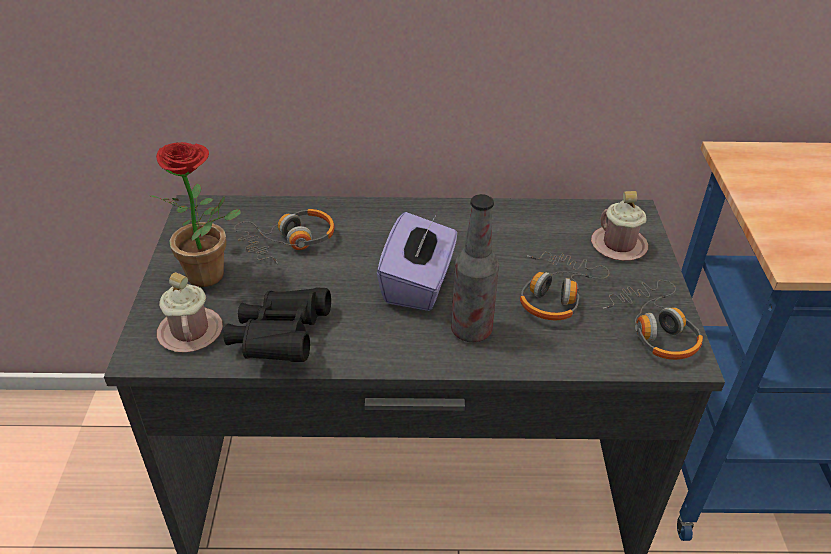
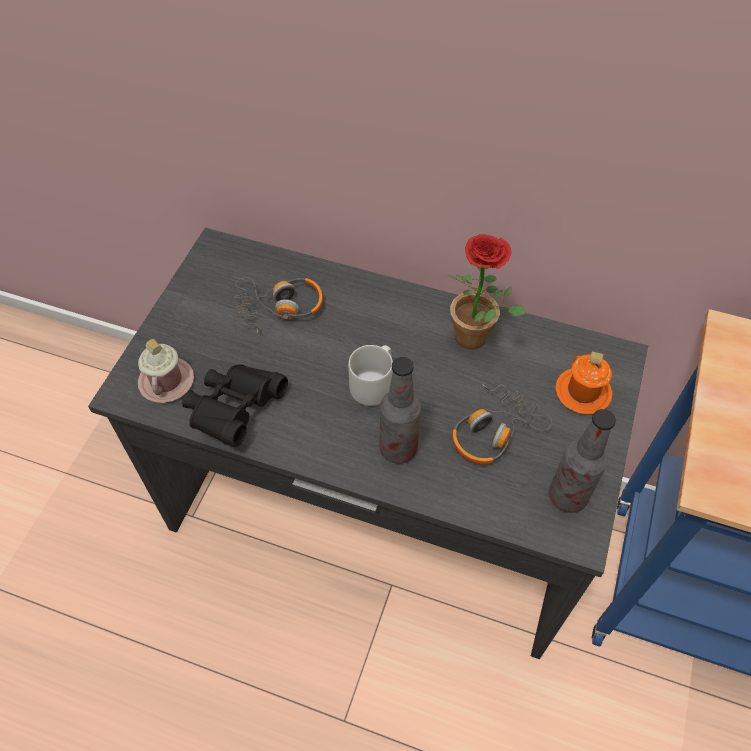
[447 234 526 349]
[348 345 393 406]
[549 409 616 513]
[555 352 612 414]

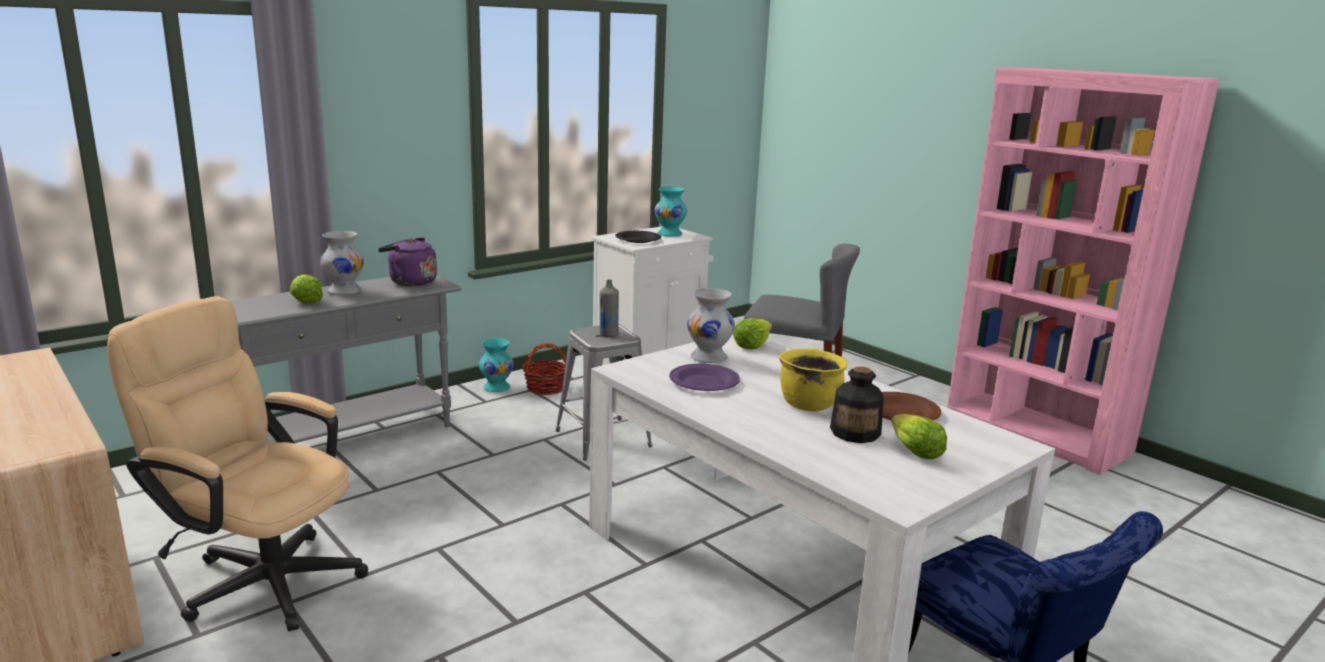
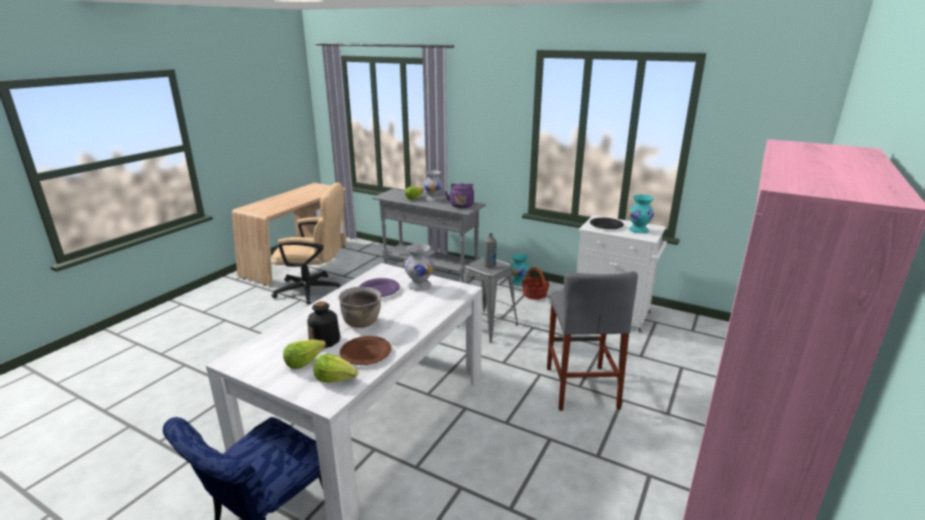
[313 354 358 383]
[338 286 381 328]
[272 183 344 304]

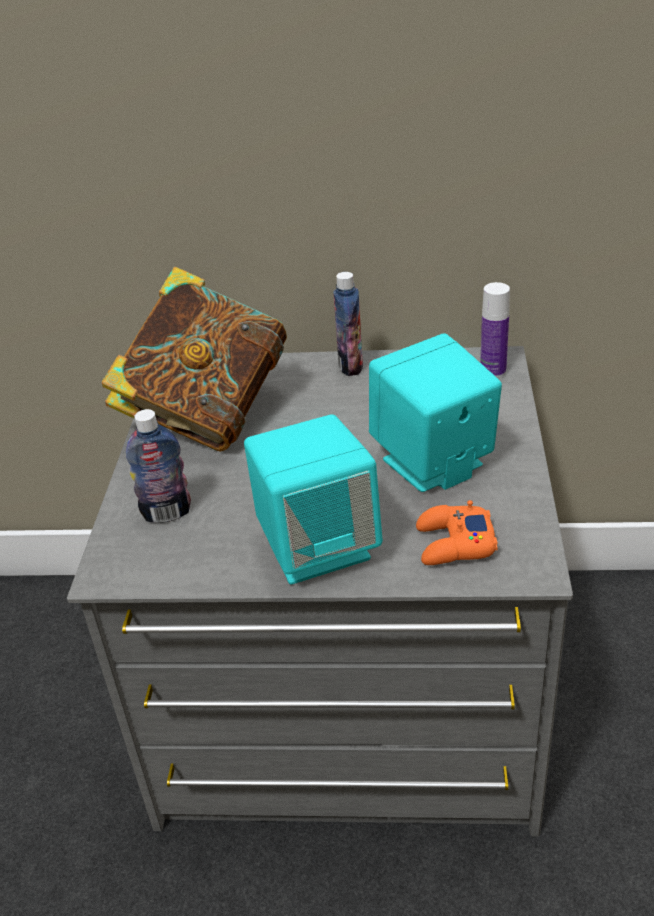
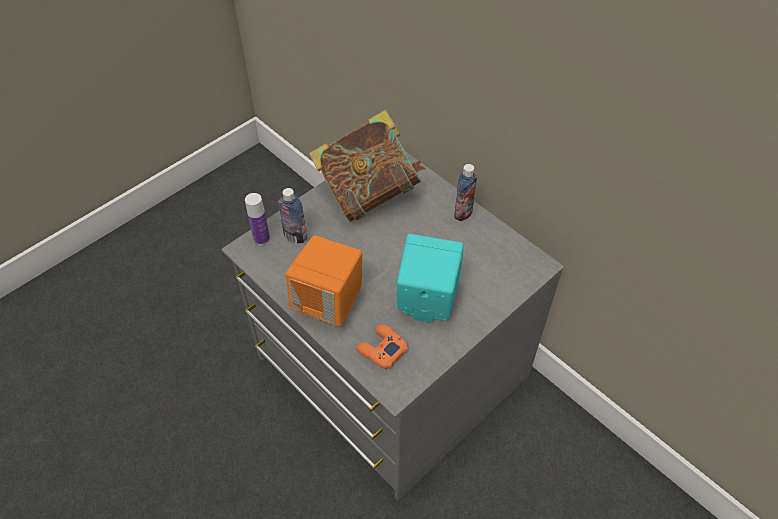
[245 193 270 245]
[286 235 362 327]

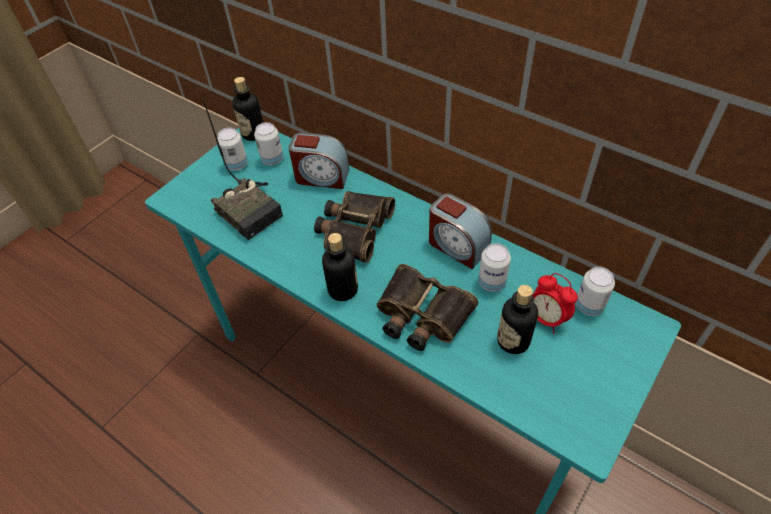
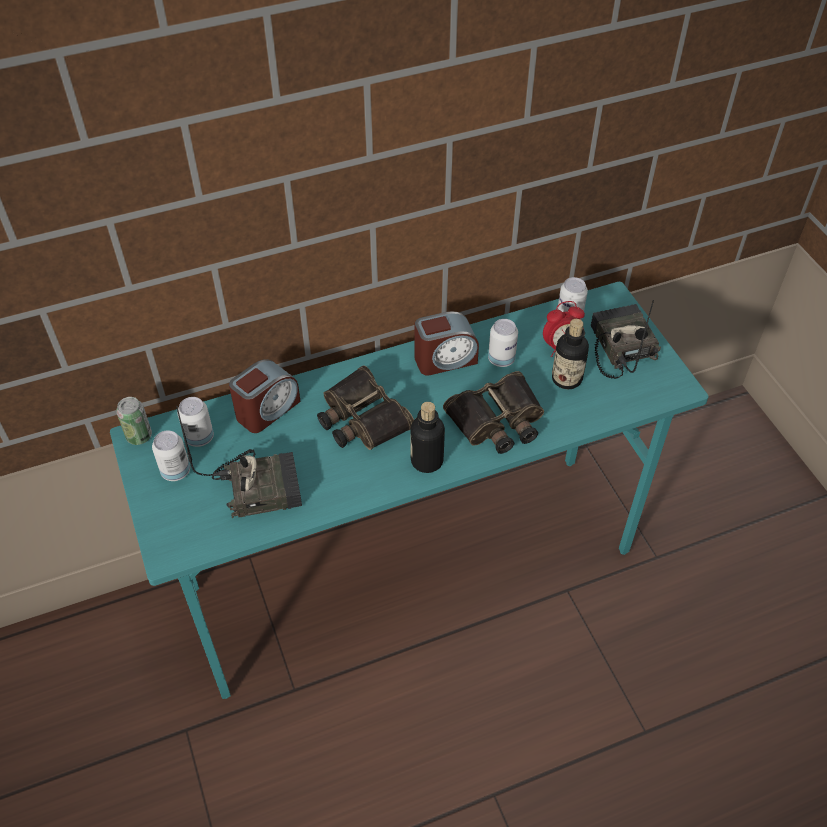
[590 300 661 379]
[116 397 152 445]

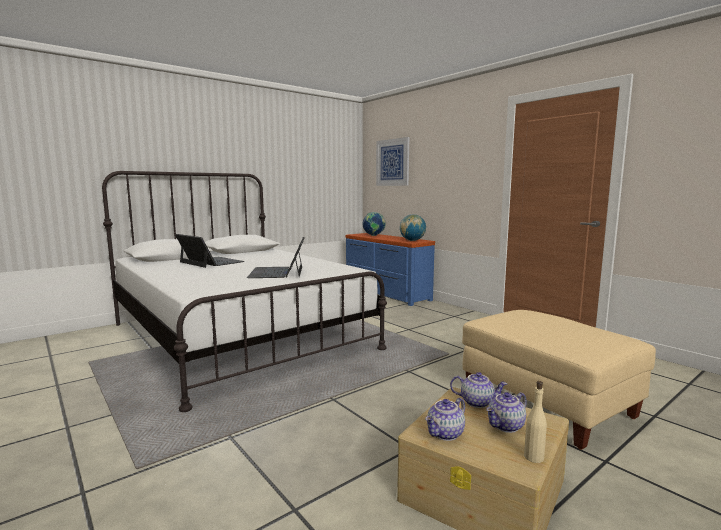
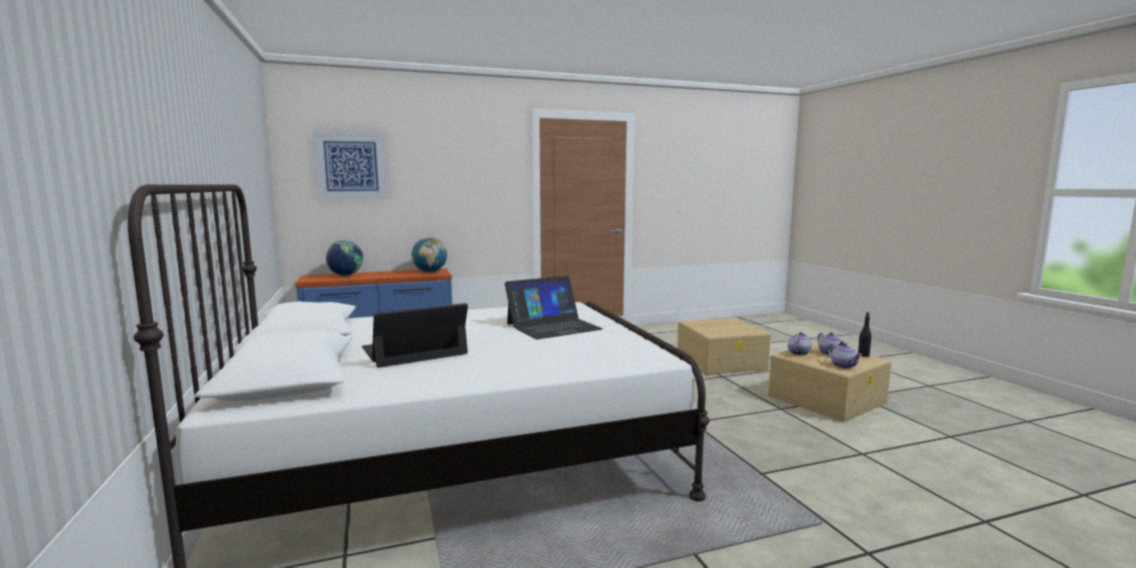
[677 318 771 375]
[858 312 871 357]
[505 276 603 339]

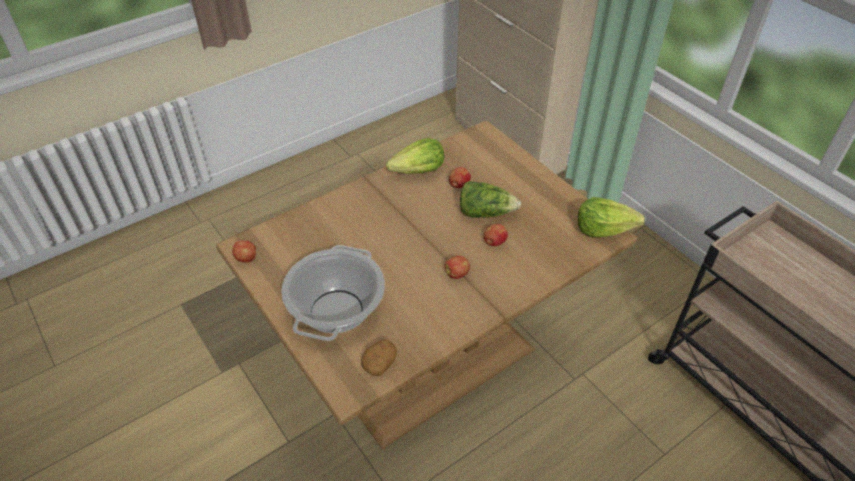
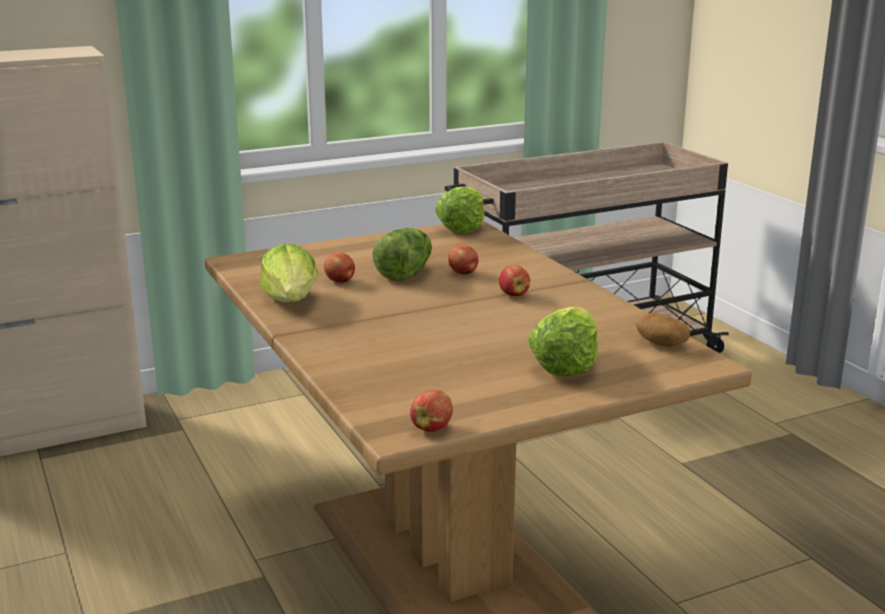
[528 307 598 376]

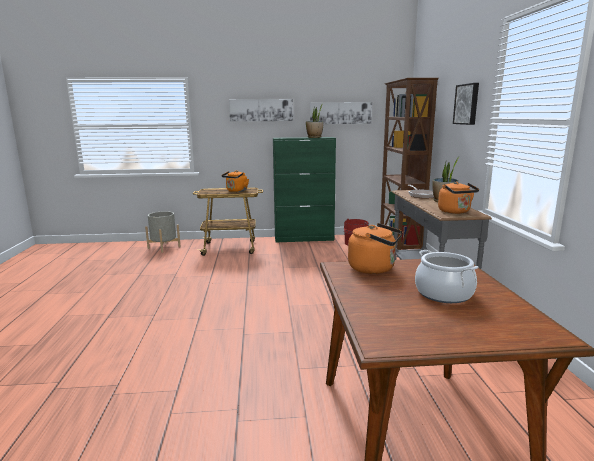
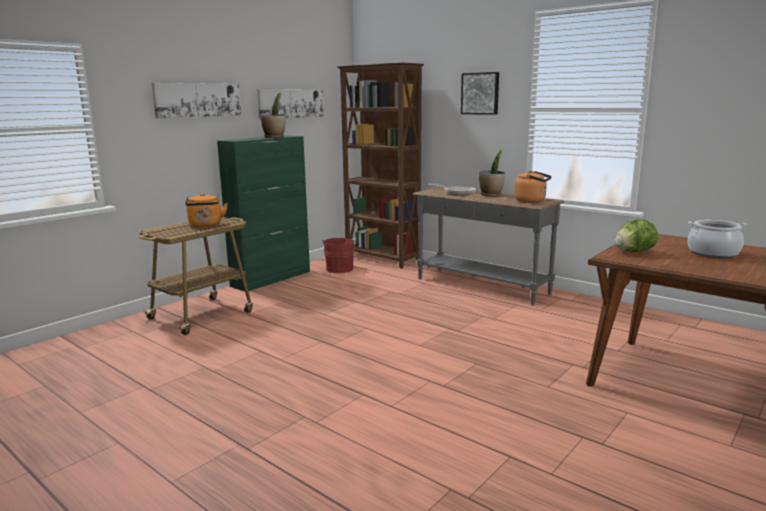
[145 211 181 253] (first image)
[615 219 658 252]

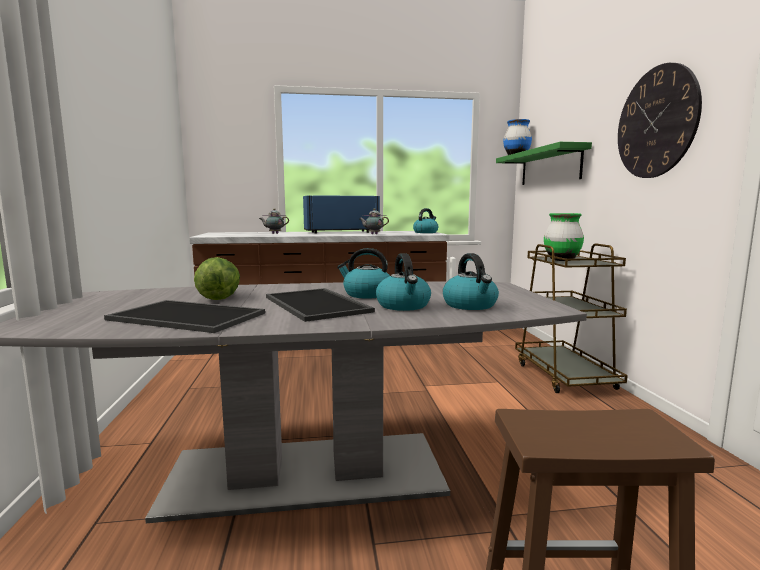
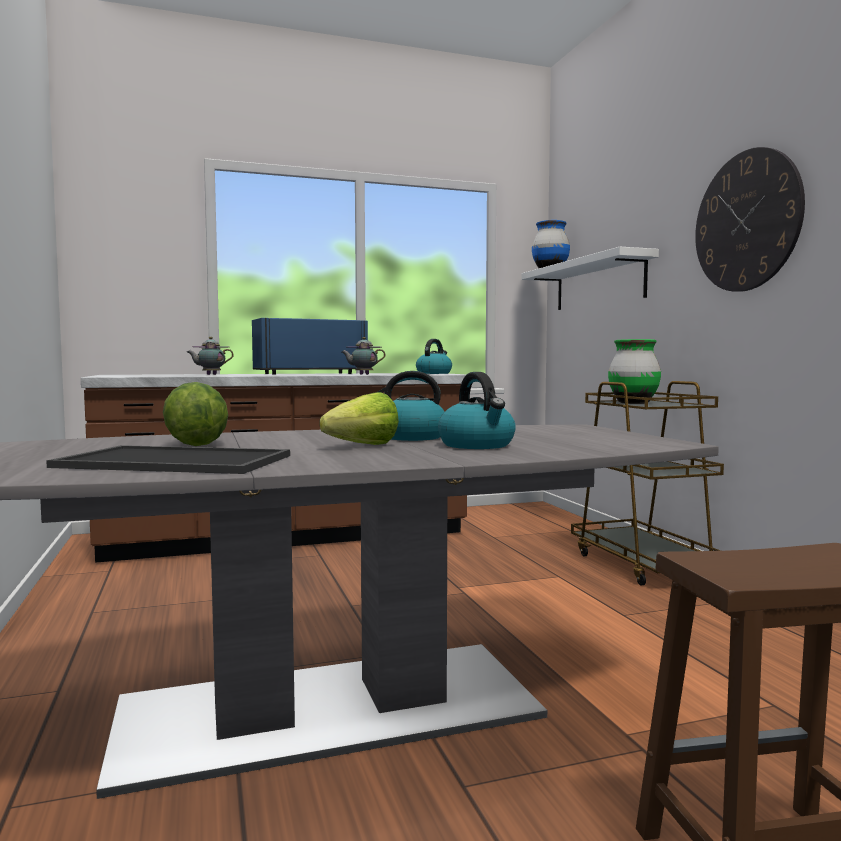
[443 253 499 310] (first image)
[320 392 399 445]
[521 247 659 310]

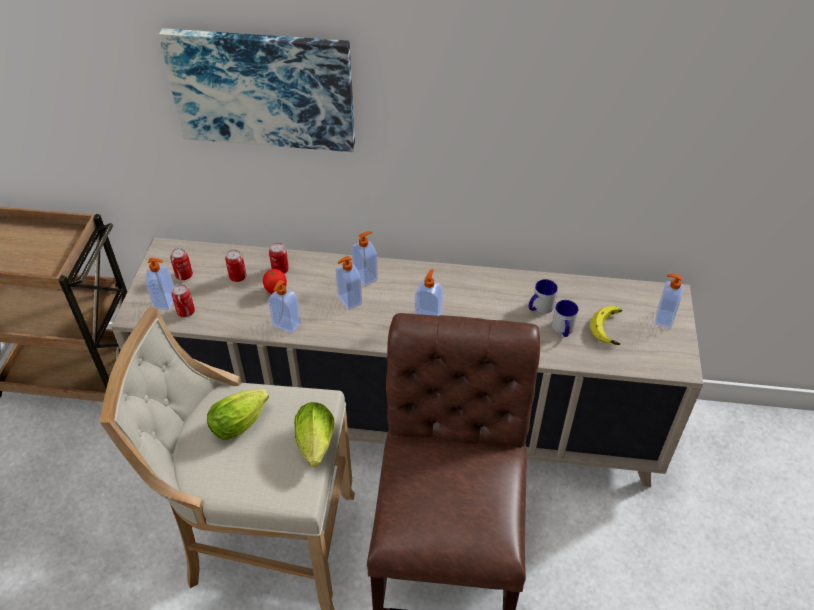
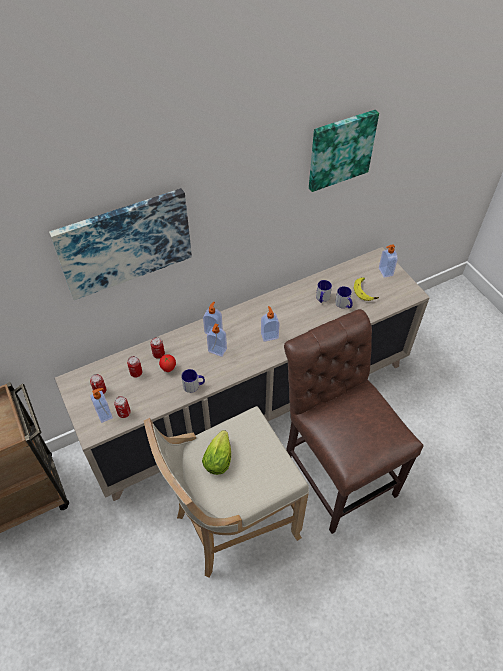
[294 402 334 467] (first image)
[309 110 379 192]
[181 369 205 393]

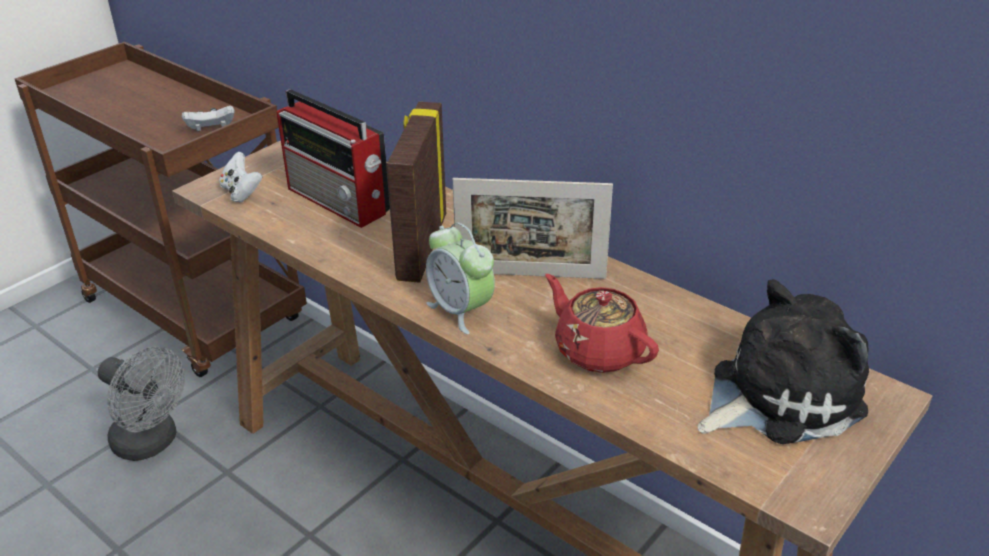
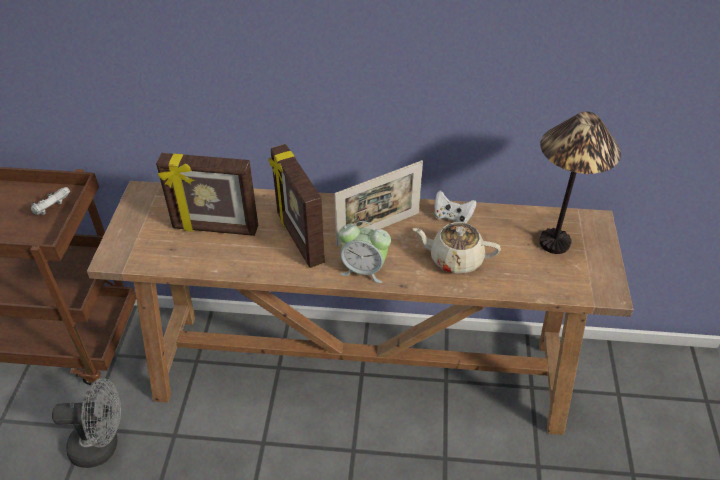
[435 190 477 223]
[156 153 258 236]
[540 112 621 254]
[413 222 501 274]

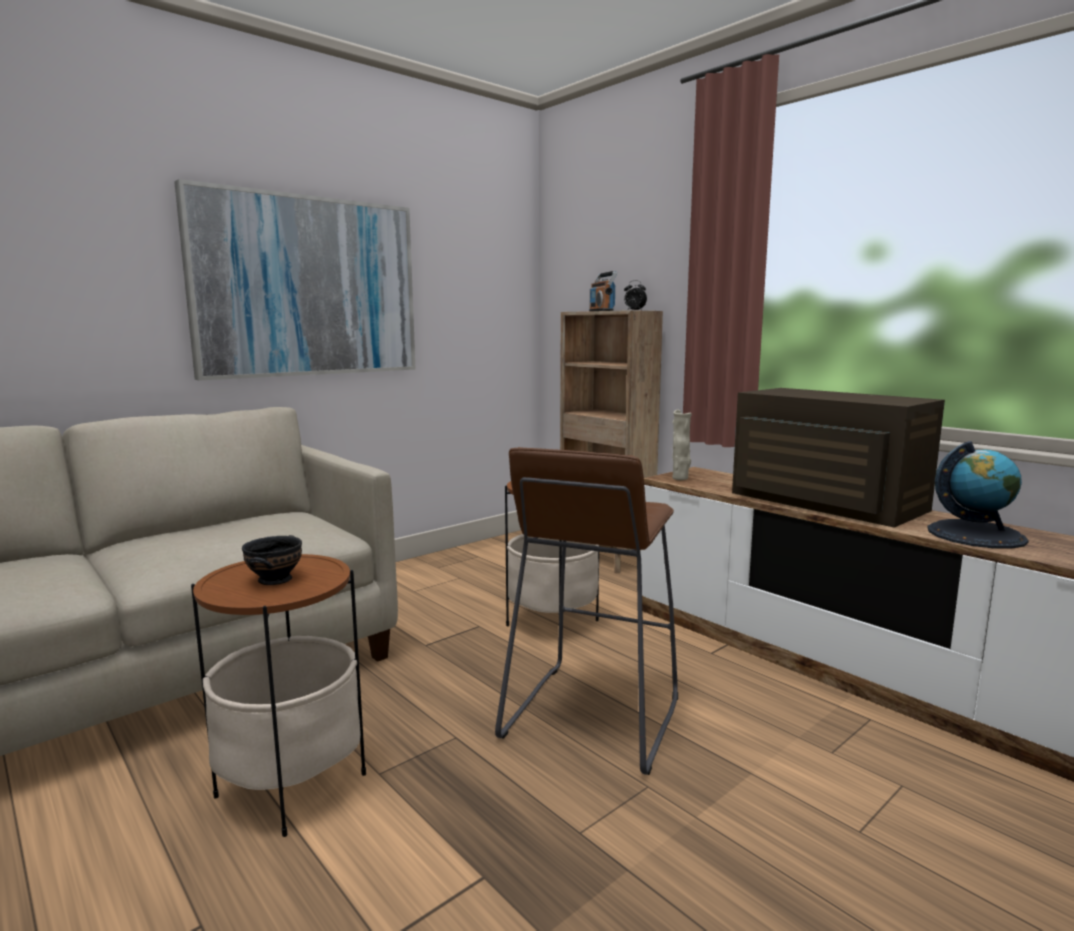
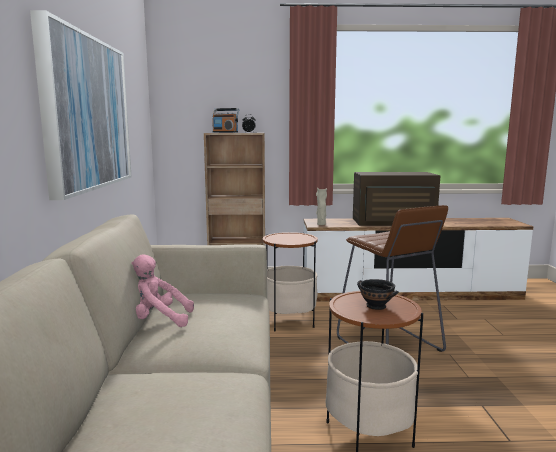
[927 441 1029 549] (first image)
[131 255 194 327]

